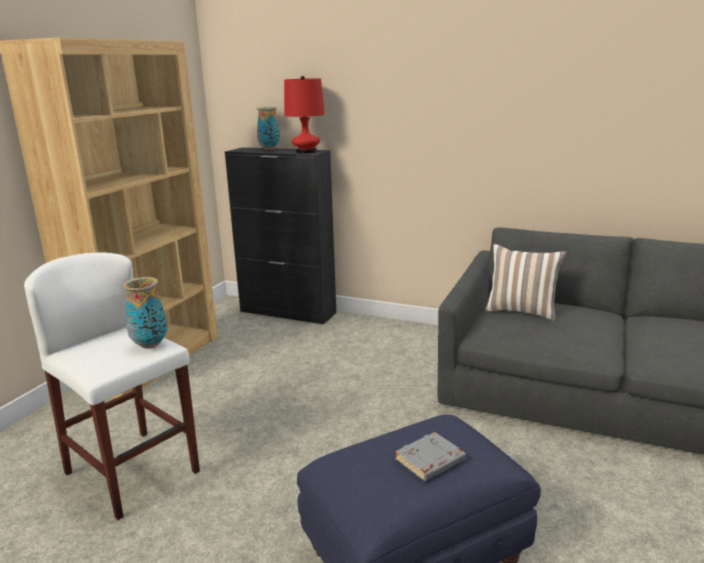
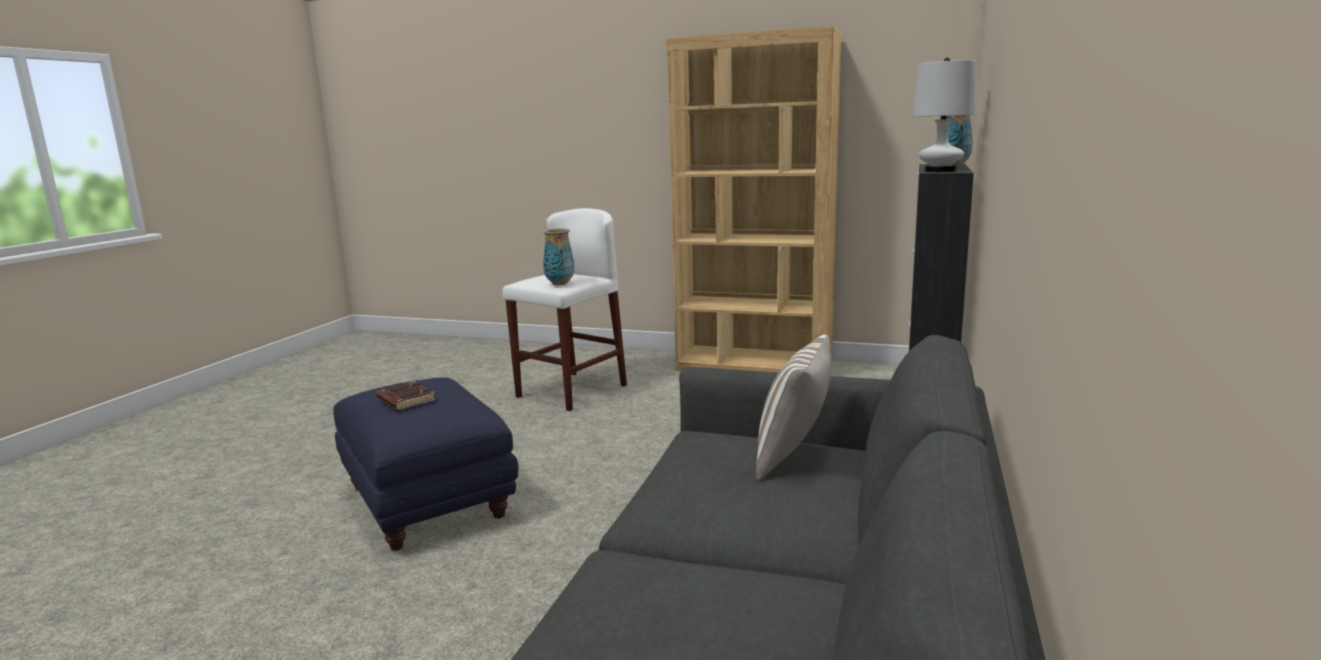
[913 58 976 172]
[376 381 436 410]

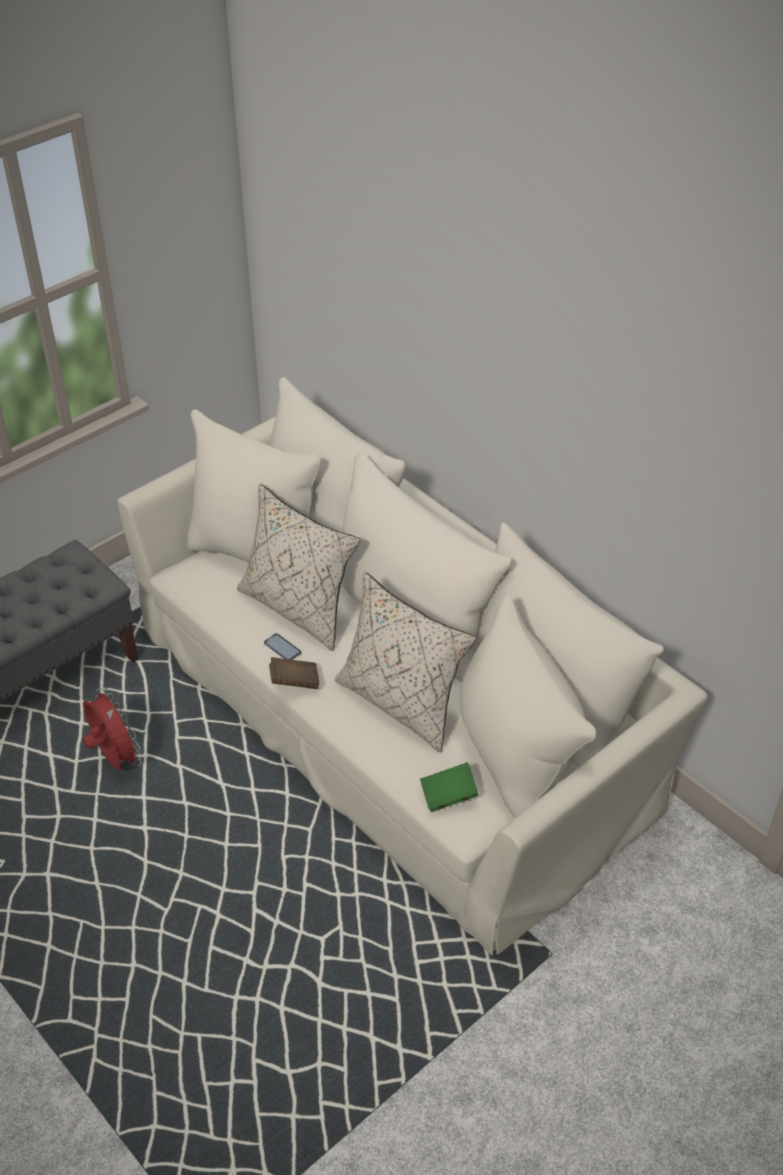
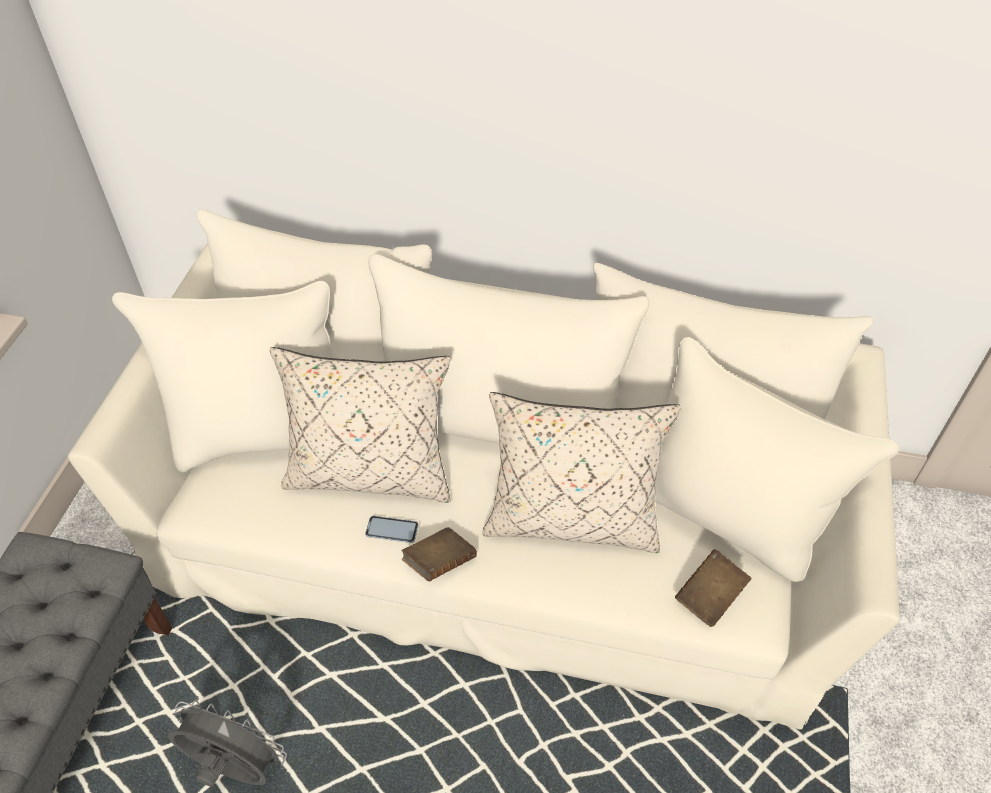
[168 700 287 786]
[675 549 752 627]

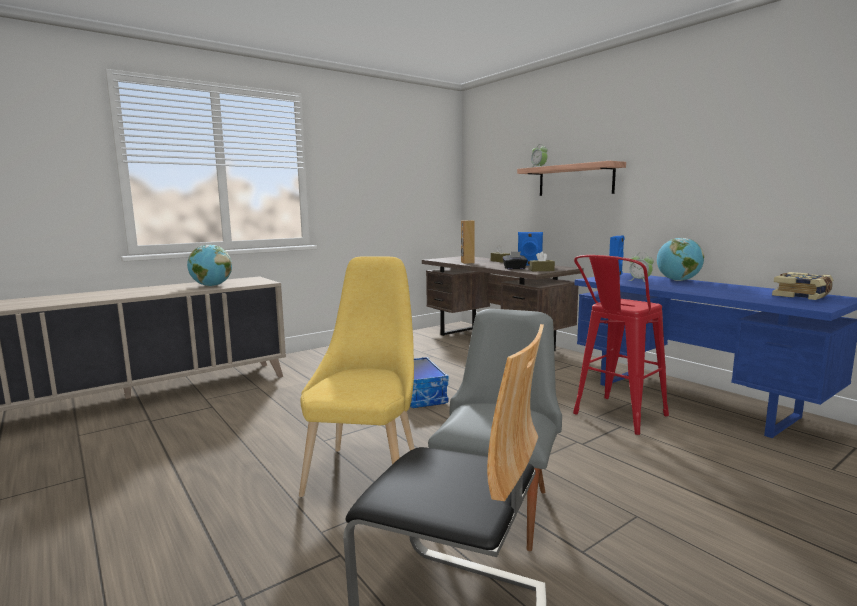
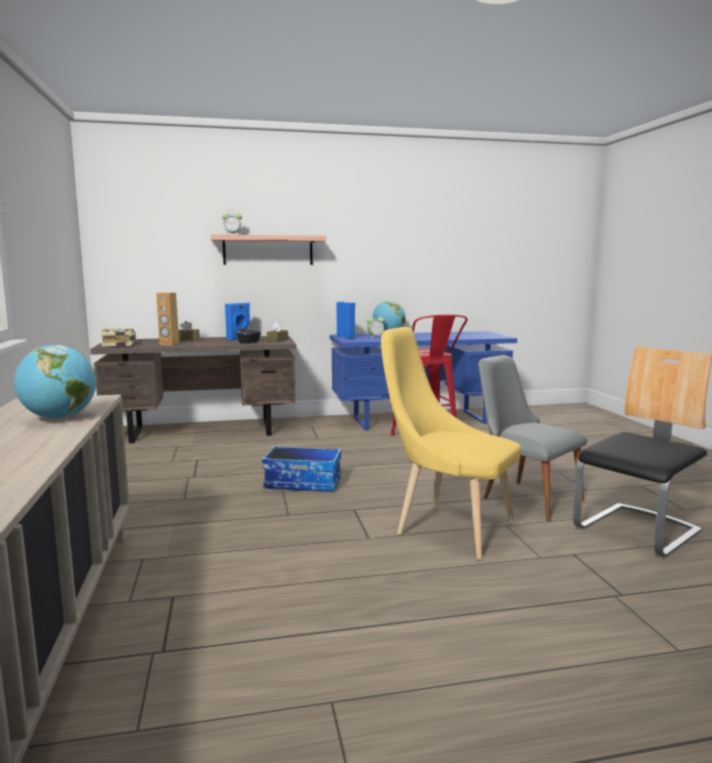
[101 328 136 347]

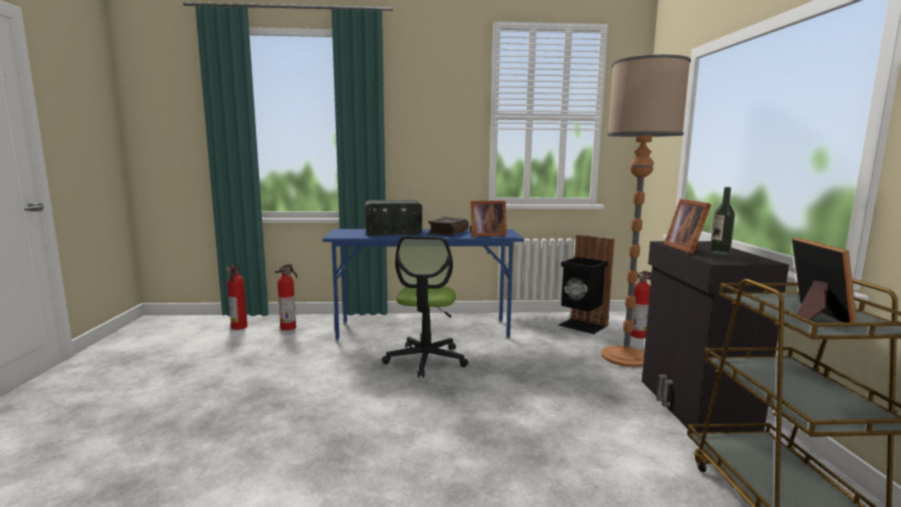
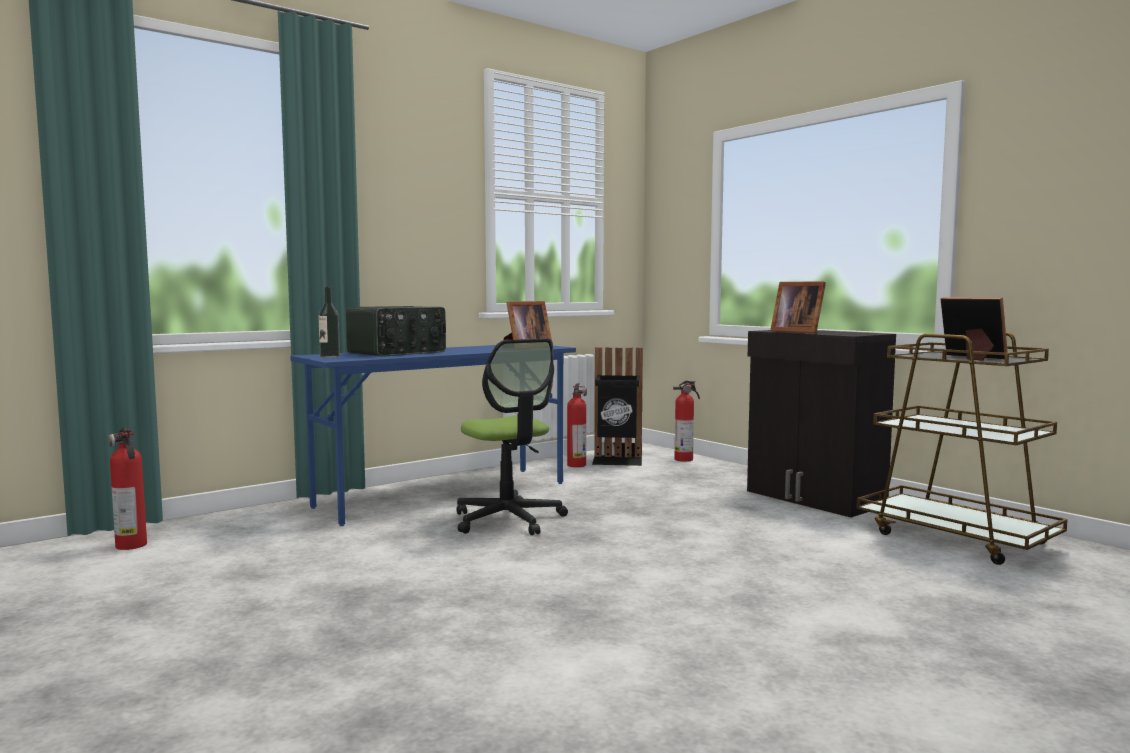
[428 217 469 236] (first image)
[601 54 691 367] (first image)
[567 383 587 467]
[318 286 340 358]

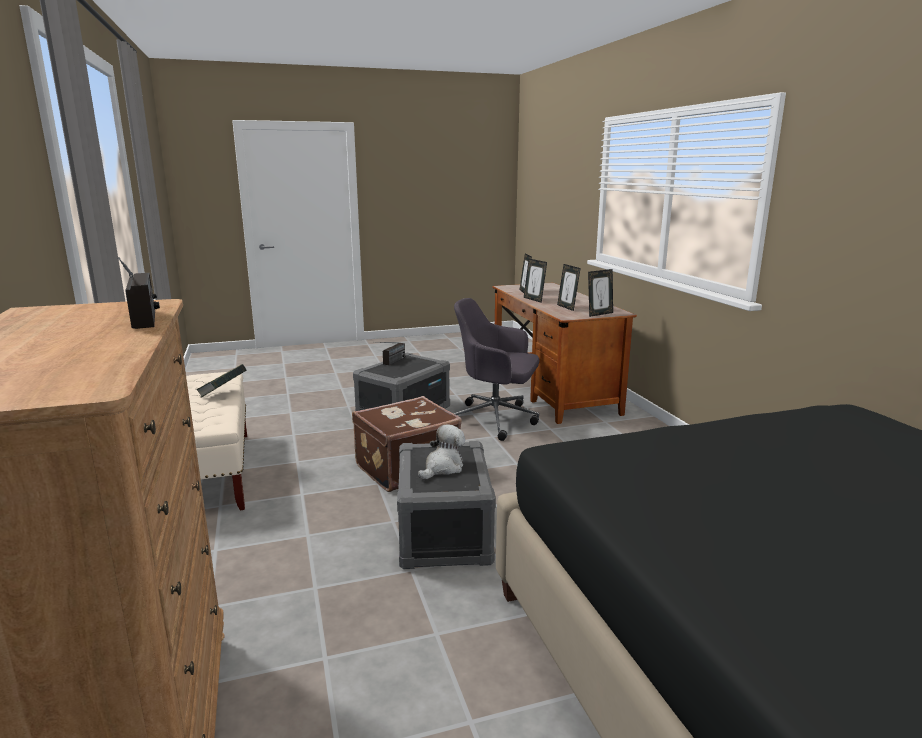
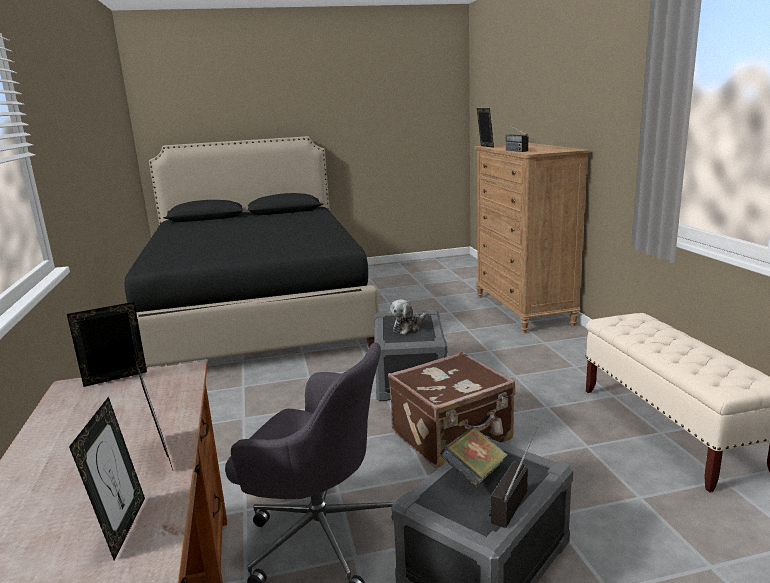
[439 427 507 487]
[477 108 494 148]

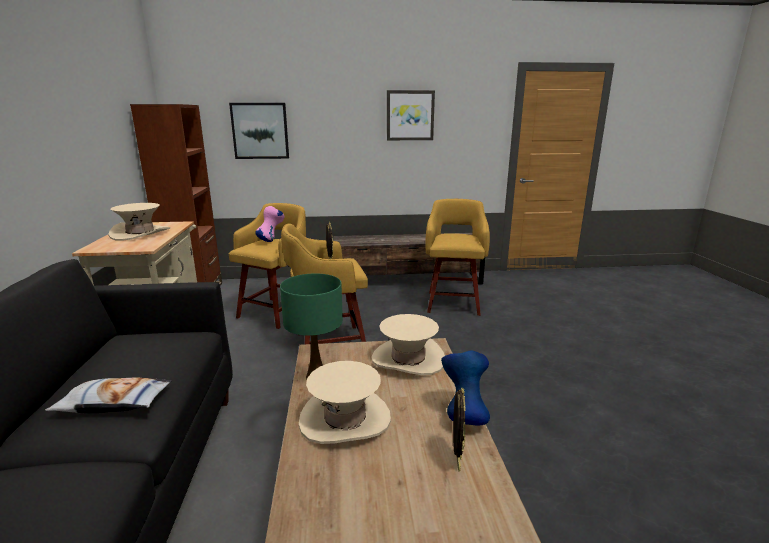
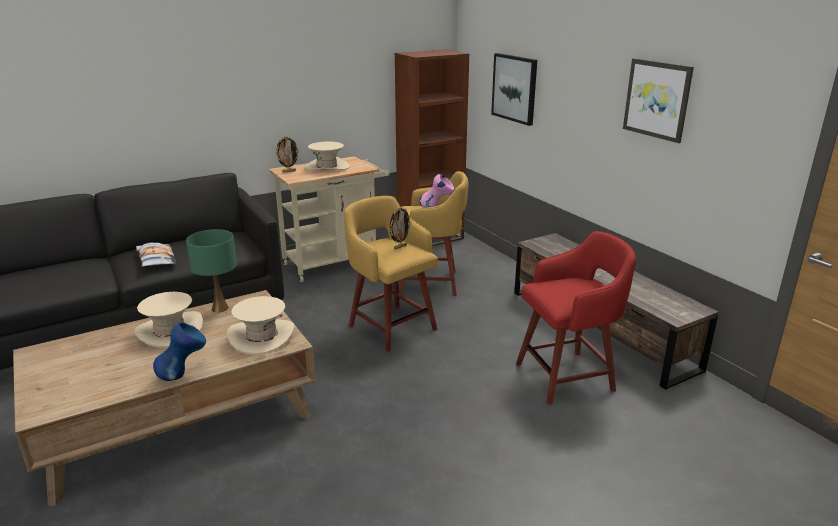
[275 136 300 173]
[516 231 636 405]

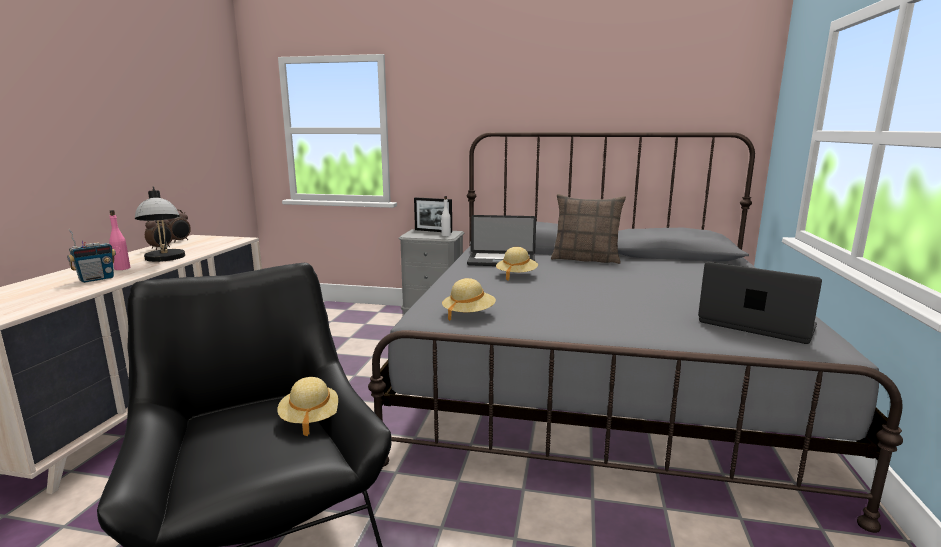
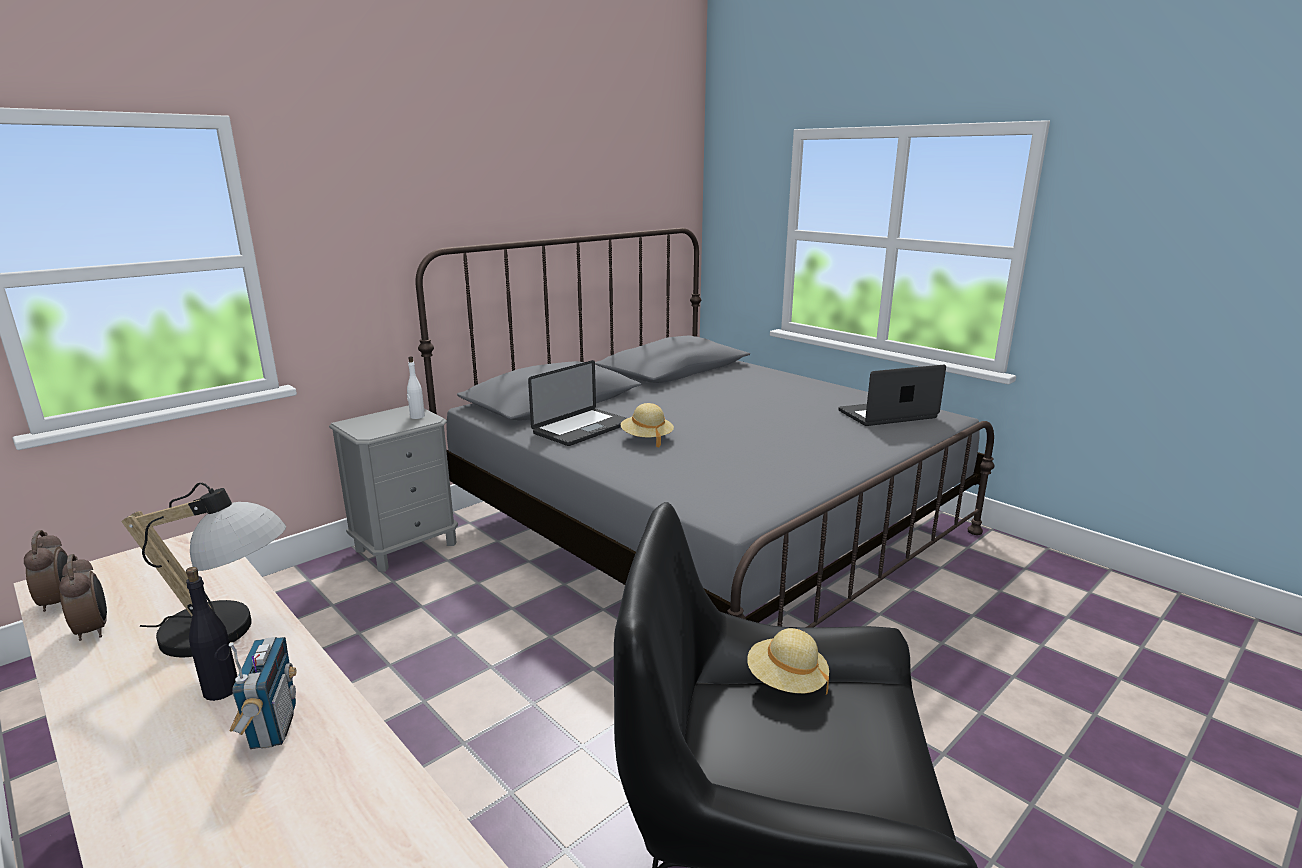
[414 197 452 233] (first image)
[442 278 496 321] (first image)
[551 194 626 264] (first image)
[186 567 238 701]

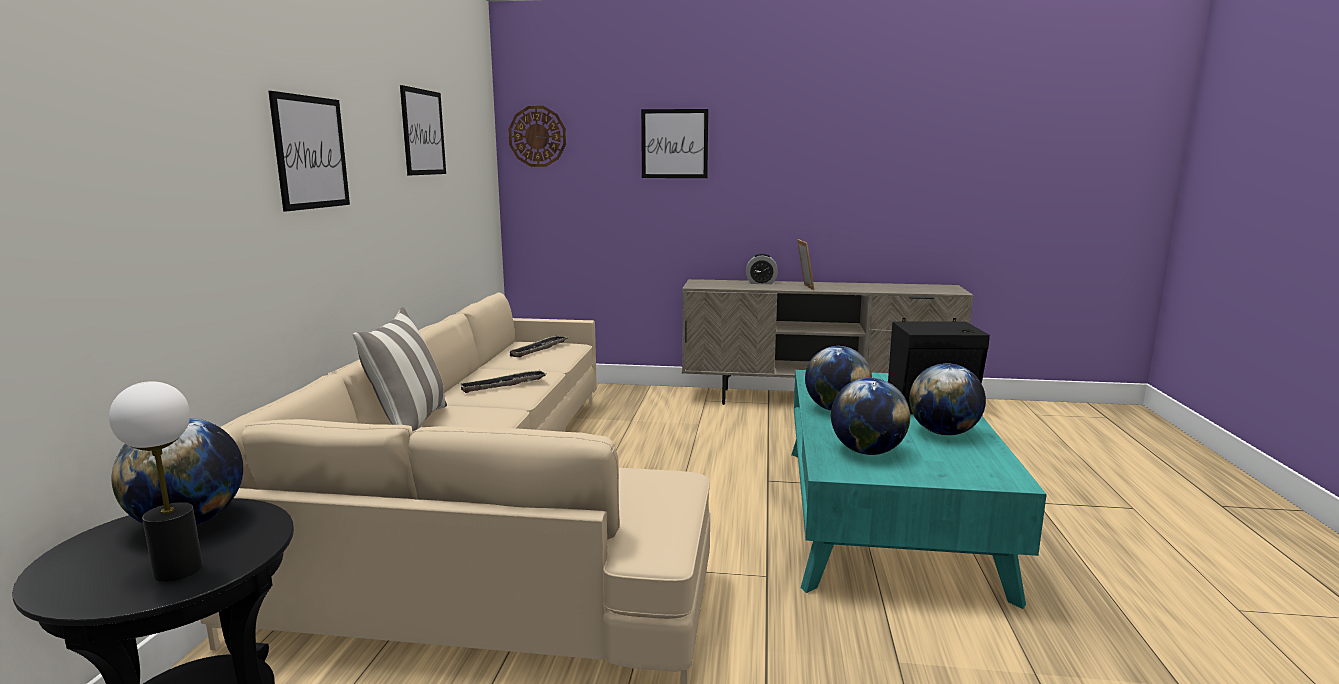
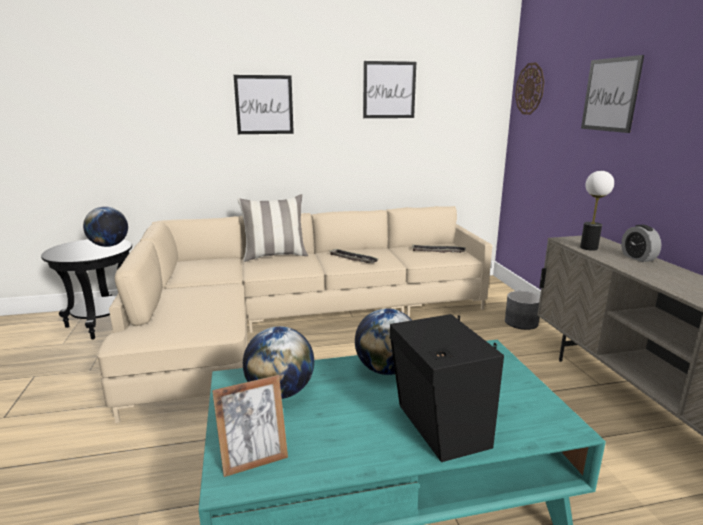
[909 363 986 436] (first image)
[505 291 540 330]
[580 171 614 251]
[212 375 288 477]

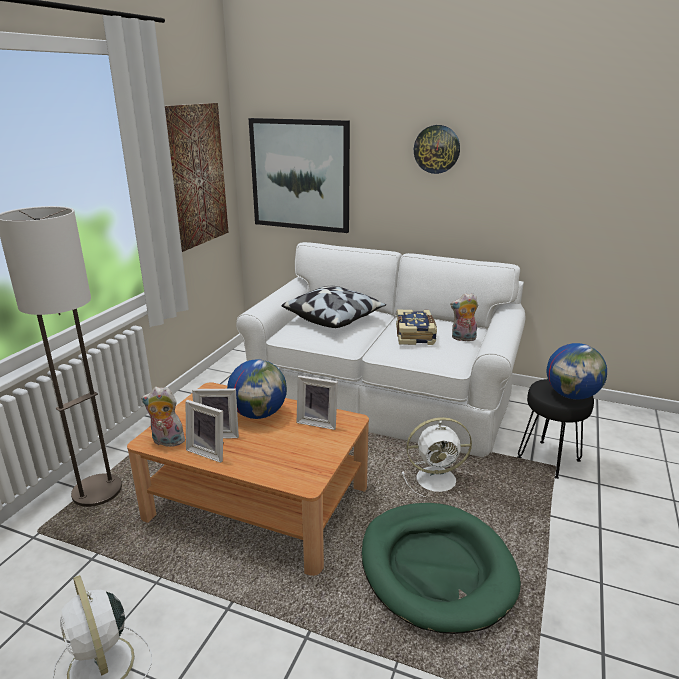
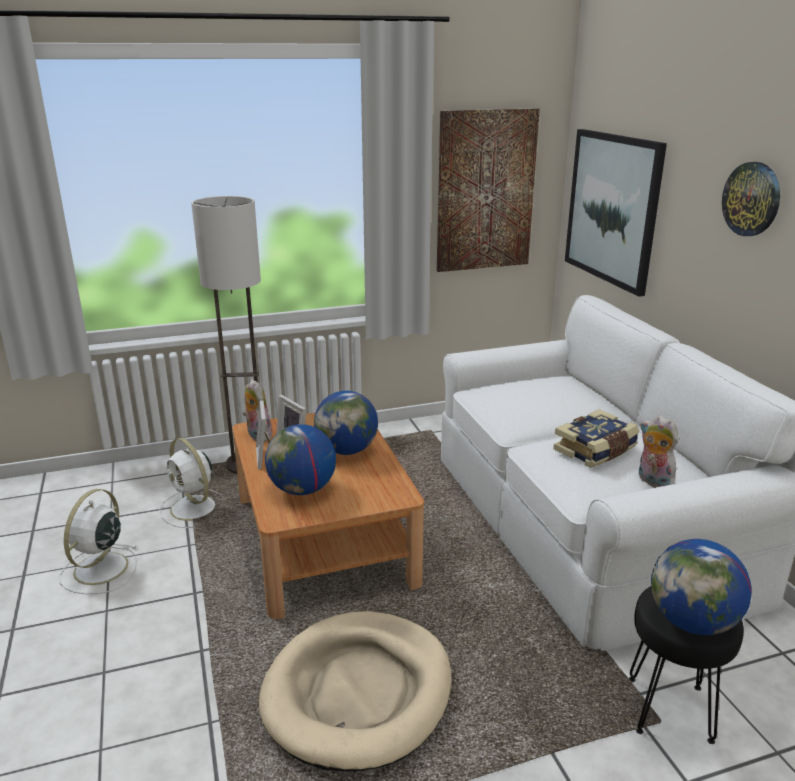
[281 286 386 328] (first image)
[297 375 338 430] (first image)
[265 424 336 495]
[159 438 222 528]
[259 611 452 771]

